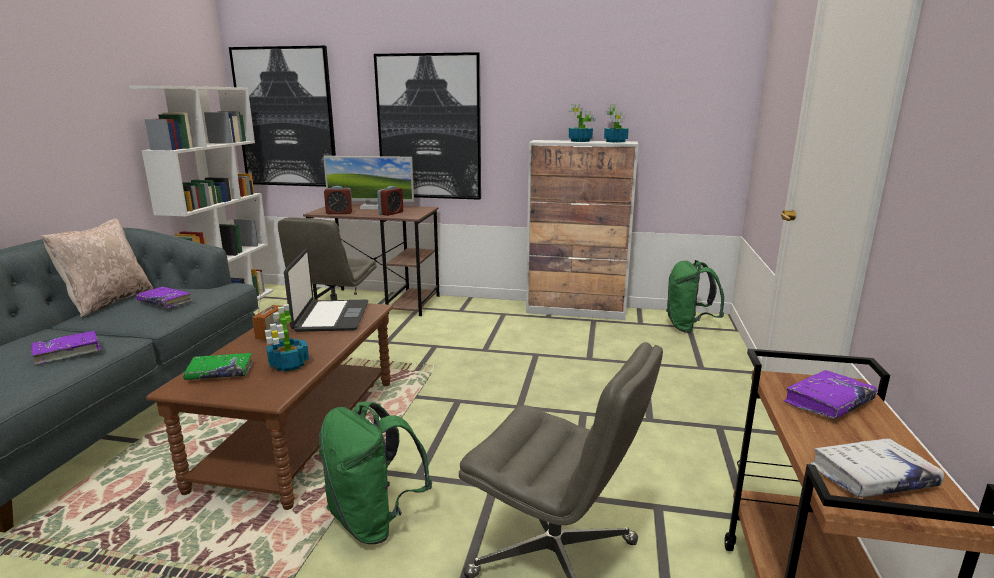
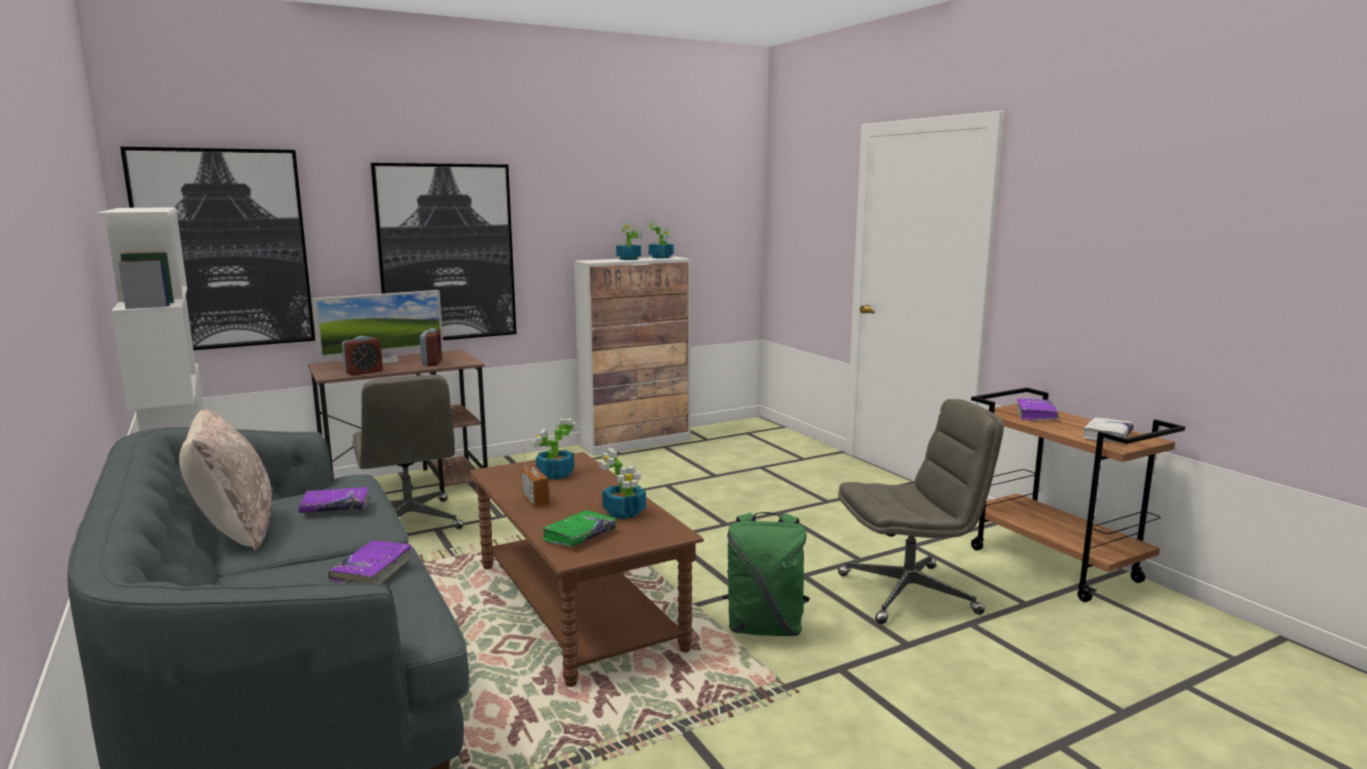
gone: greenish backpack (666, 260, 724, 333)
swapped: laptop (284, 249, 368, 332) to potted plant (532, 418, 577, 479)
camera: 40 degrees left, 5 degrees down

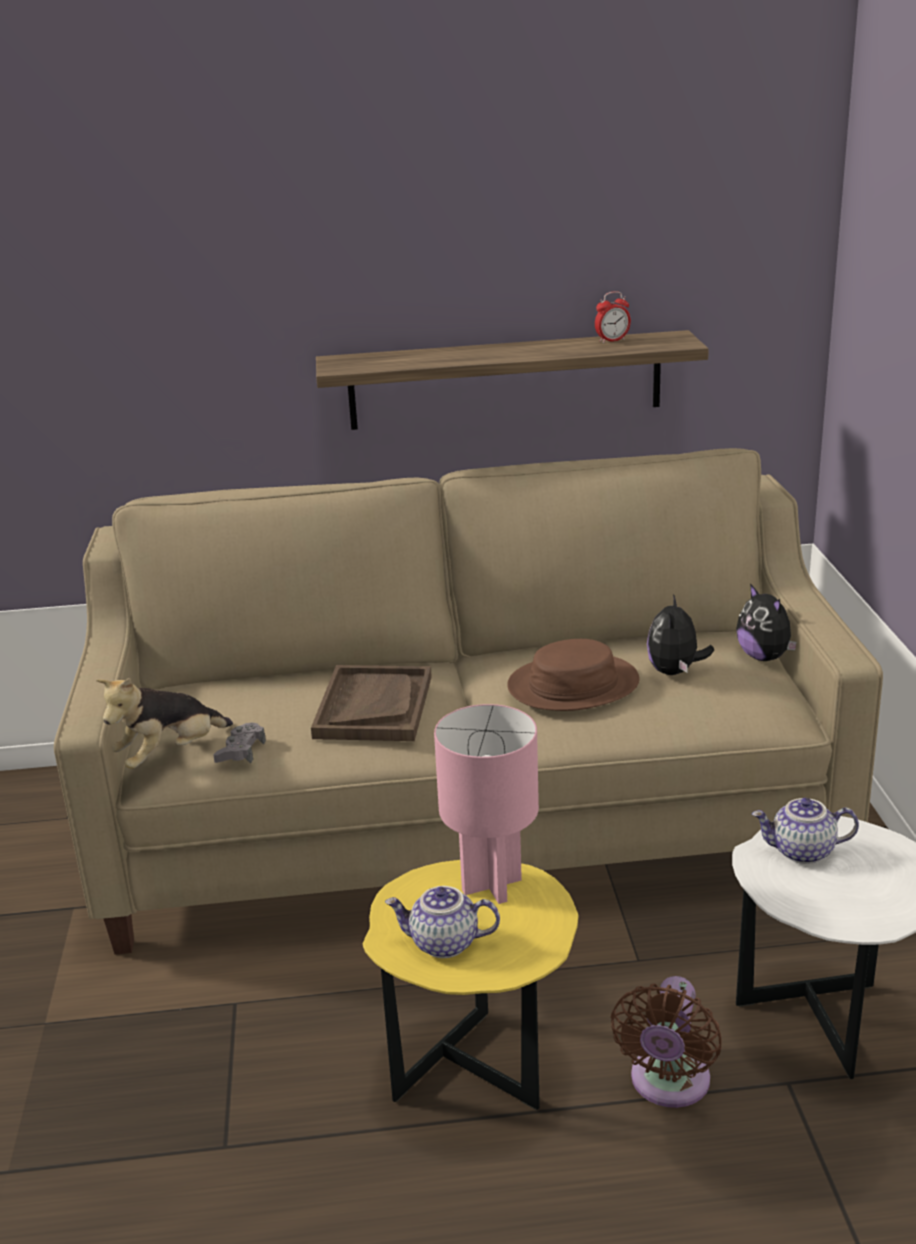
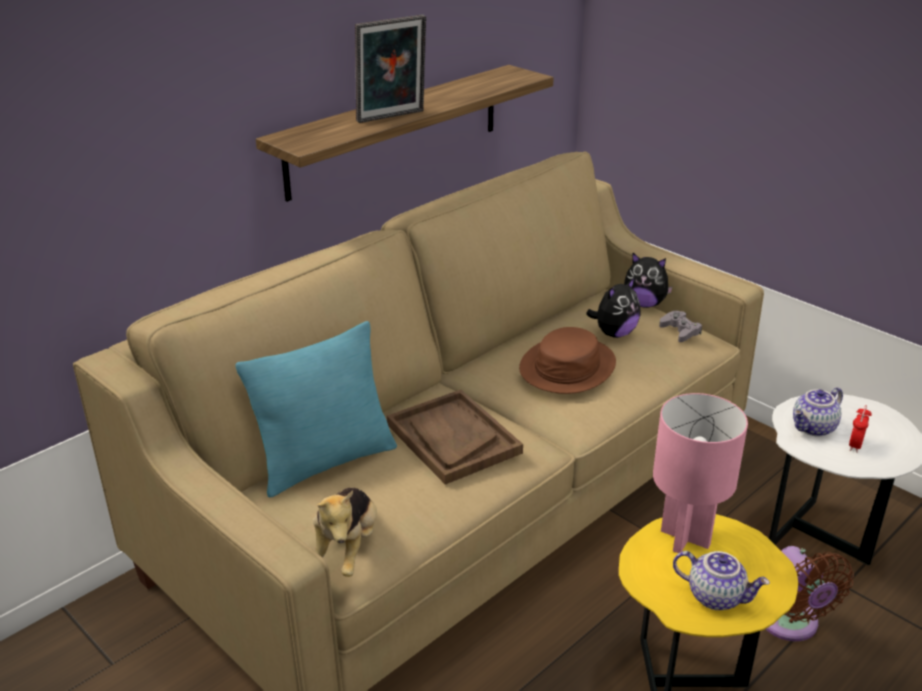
new: standing frame (355, 14, 426, 123); turquoise throw pillow (235, 321, 397, 498)
shifted: table clock (595, 291, 631, 343) to (849, 405, 872, 453); gray gamepad (214, 723, 266, 763) to (659, 311, 702, 342)
rotated: plush toy (647, 594, 714, 675) = (586, 277, 641, 338) 105 degrees counterclockwise; tea pot (385, 886, 500, 958) = (673, 551, 770, 610) 120 degrees counterclockwise
camera: 40 degrees left, 5 degrees up

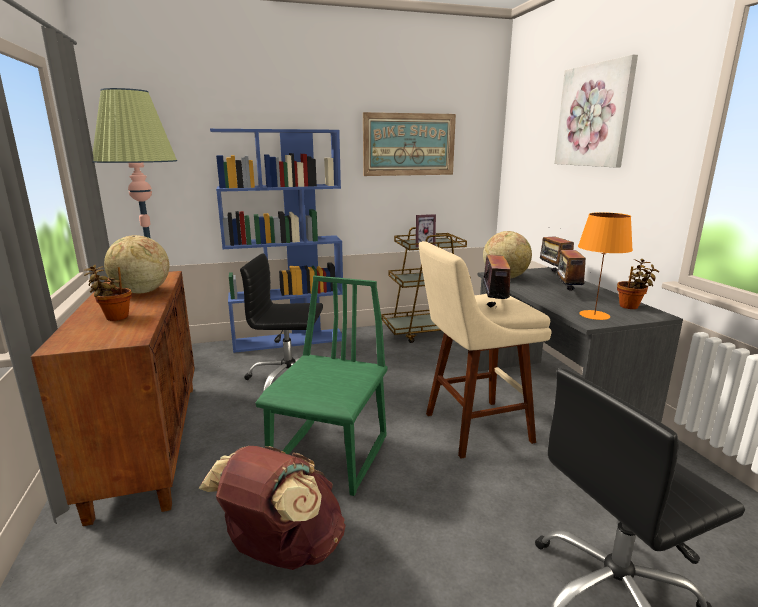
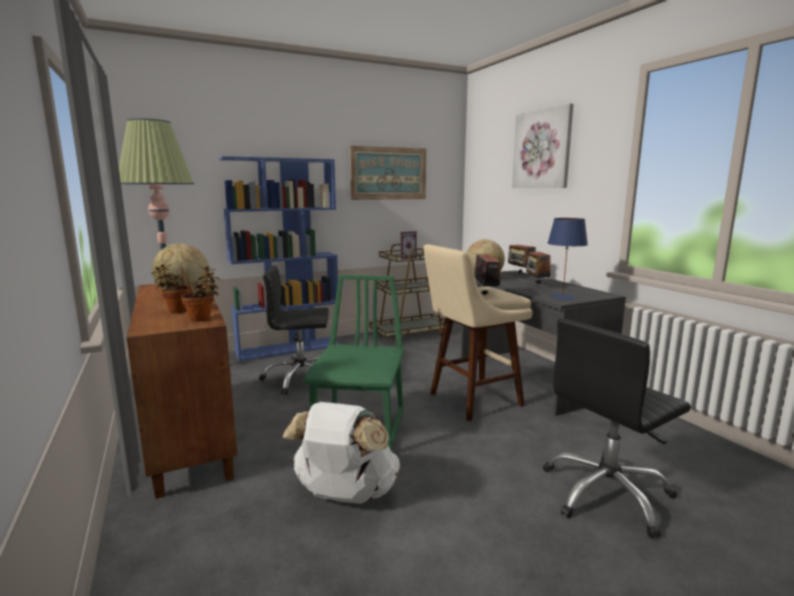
shifted: potted plant (617, 259, 659, 309) to (181, 266, 220, 322)
repainted: orangey lamp for a table (578, 212, 633, 320) to blue-coloured lamp for a table (547, 218, 588, 300); brown backpack (198, 446, 346, 570) to white-coloured backpack (283, 402, 400, 504)
camera: 10 degrees left, 5 degrees down

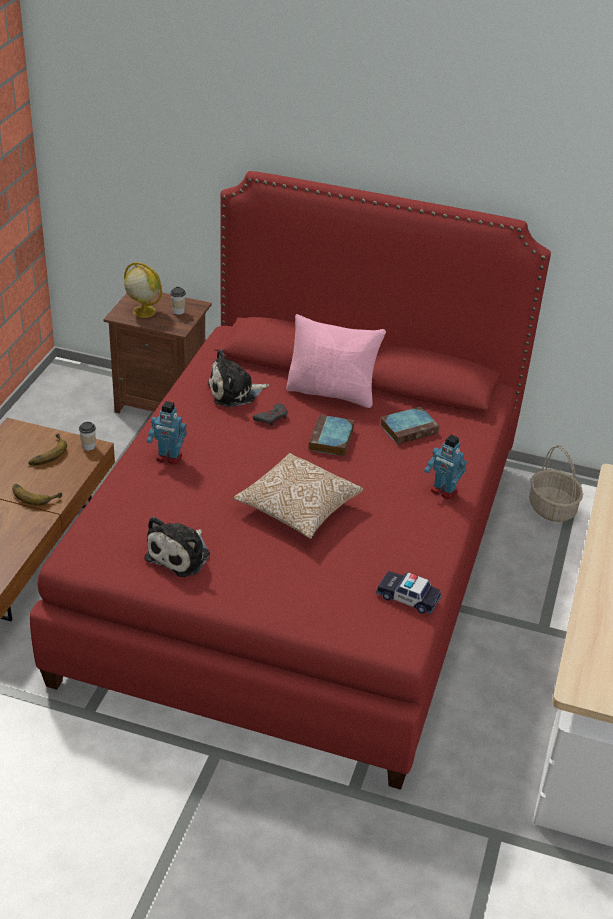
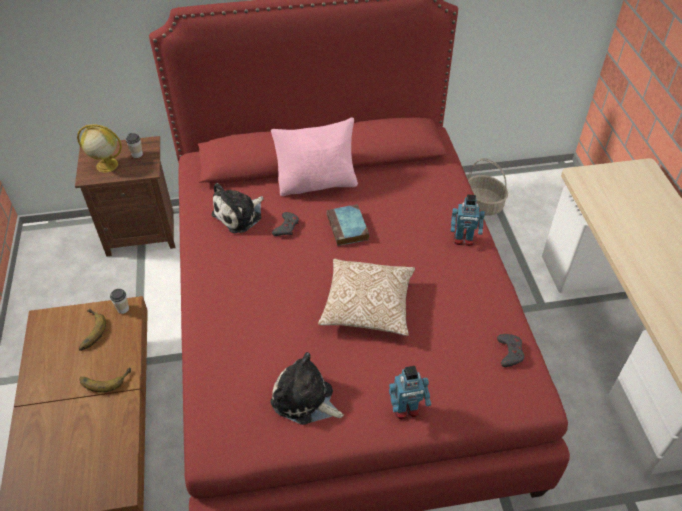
gone: volume (380, 406, 439, 445)
shifted: robot figure (147, 401, 187, 464) to (389, 366, 431, 419)
swapped: miniature car (376, 571, 442, 614) to gray gamepad (497, 334, 525, 367)
rotated: plush toy (145, 517, 210, 577) = (270, 352, 344, 425) 120 degrees clockwise
camera: 25 degrees left, 10 degrees up

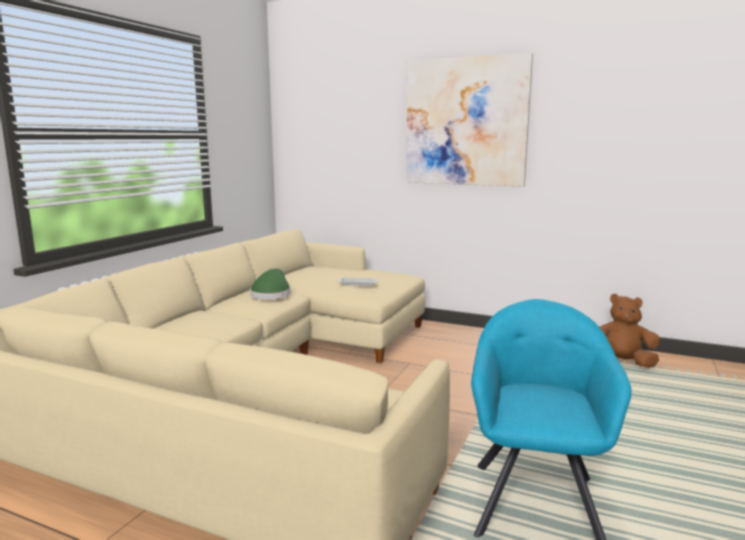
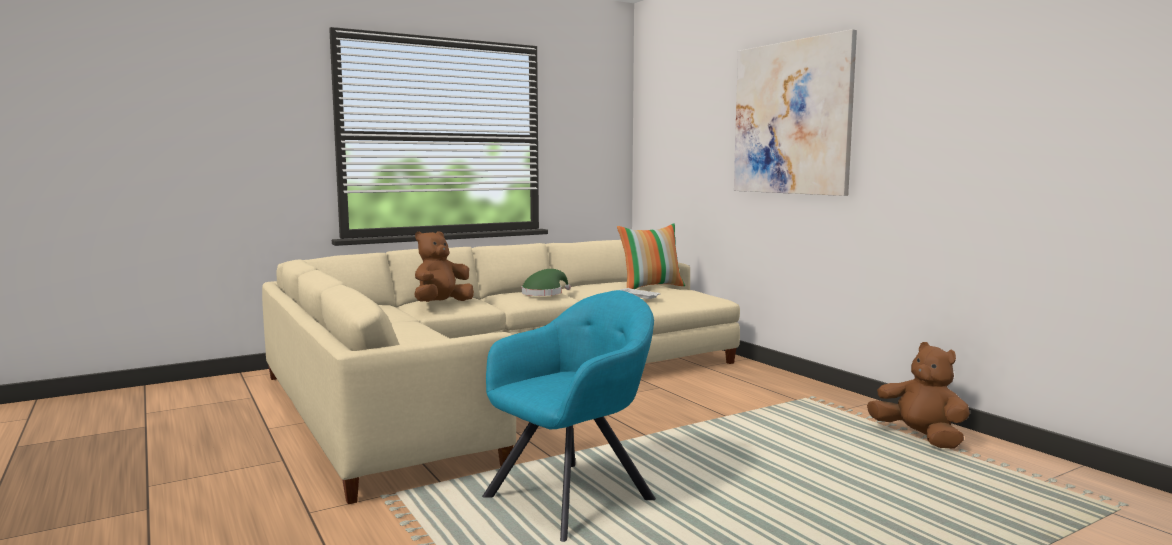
new: throw pillow (617, 223, 685, 289); brown plush toy (414, 231, 474, 302)
camera: 35 degrees right, 5 degrees down

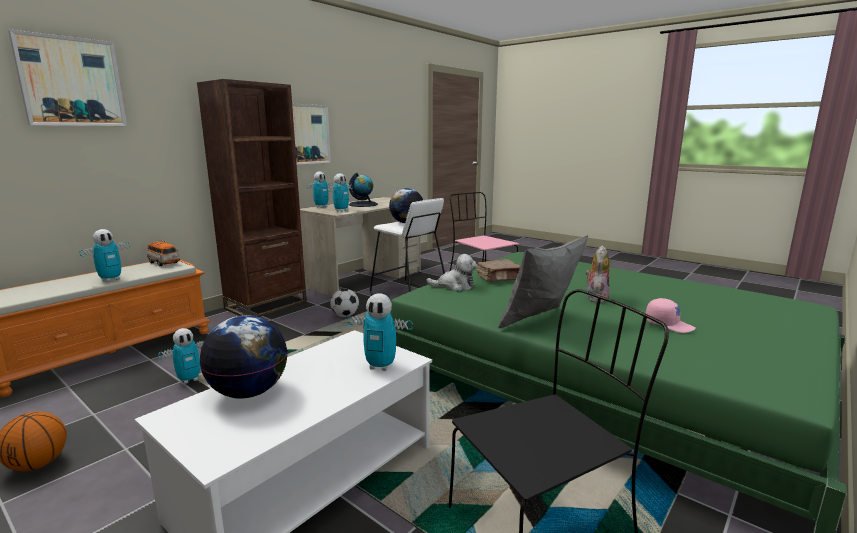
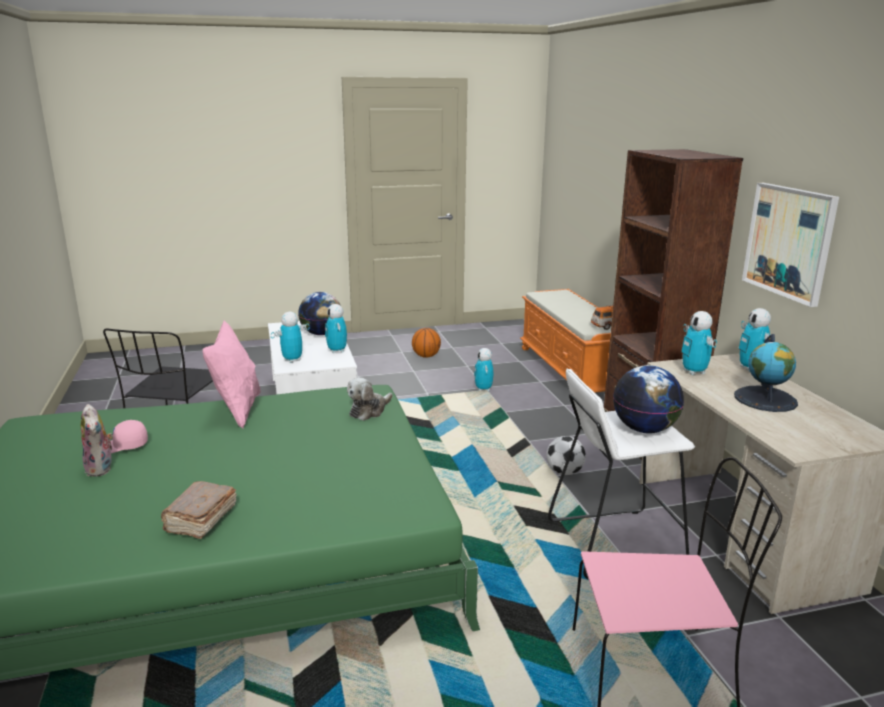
gone: wall picture (8, 29, 127, 126)
shifted: robot figure (79, 229, 130, 282) to (325, 304, 347, 354); plush toy (585, 245, 610, 303) to (81, 404, 113, 477); brown volume (477, 259, 520, 282) to (161, 481, 236, 539)
repainted: gray throw pillow (498, 236, 588, 328) to pink throw pillow (203, 320, 261, 429)
camera: 125 degrees right, 5 degrees up

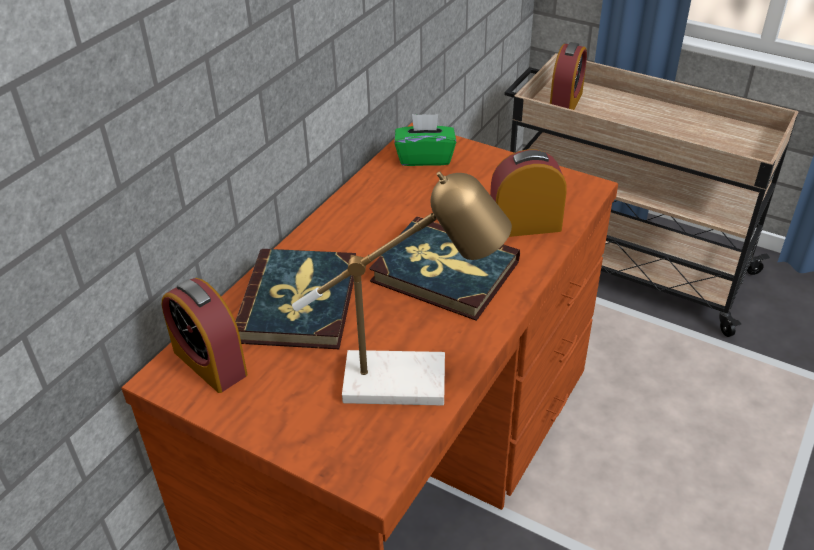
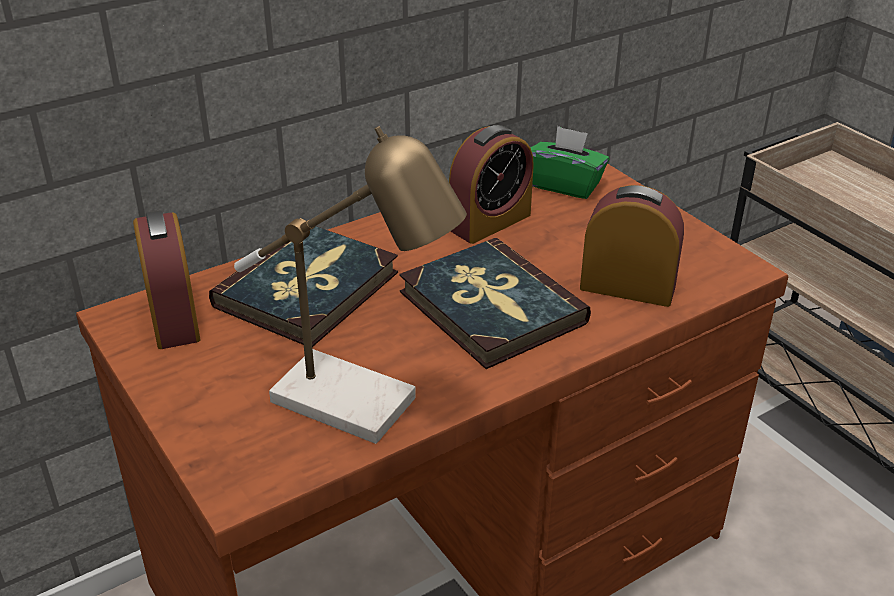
shifted: table clock (550, 42, 587, 110) to (449, 125, 534, 244)
camera: 25 degrees right, 5 degrees down

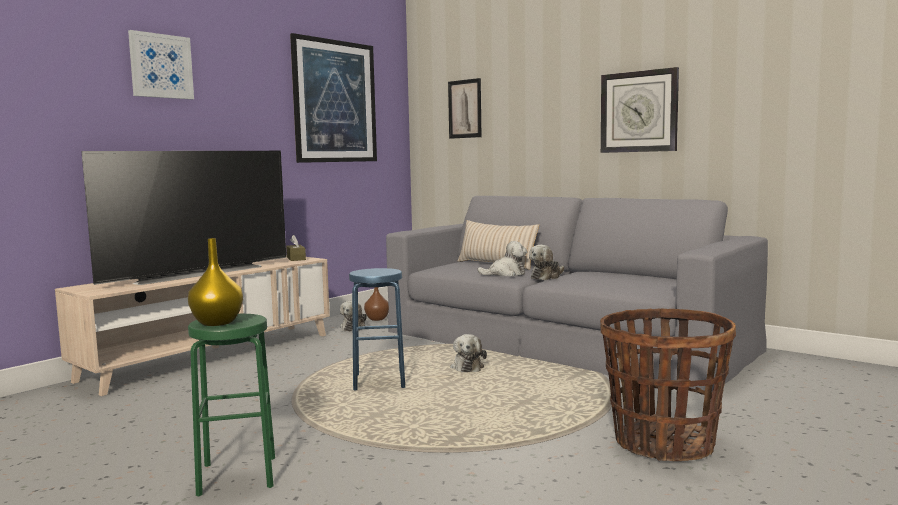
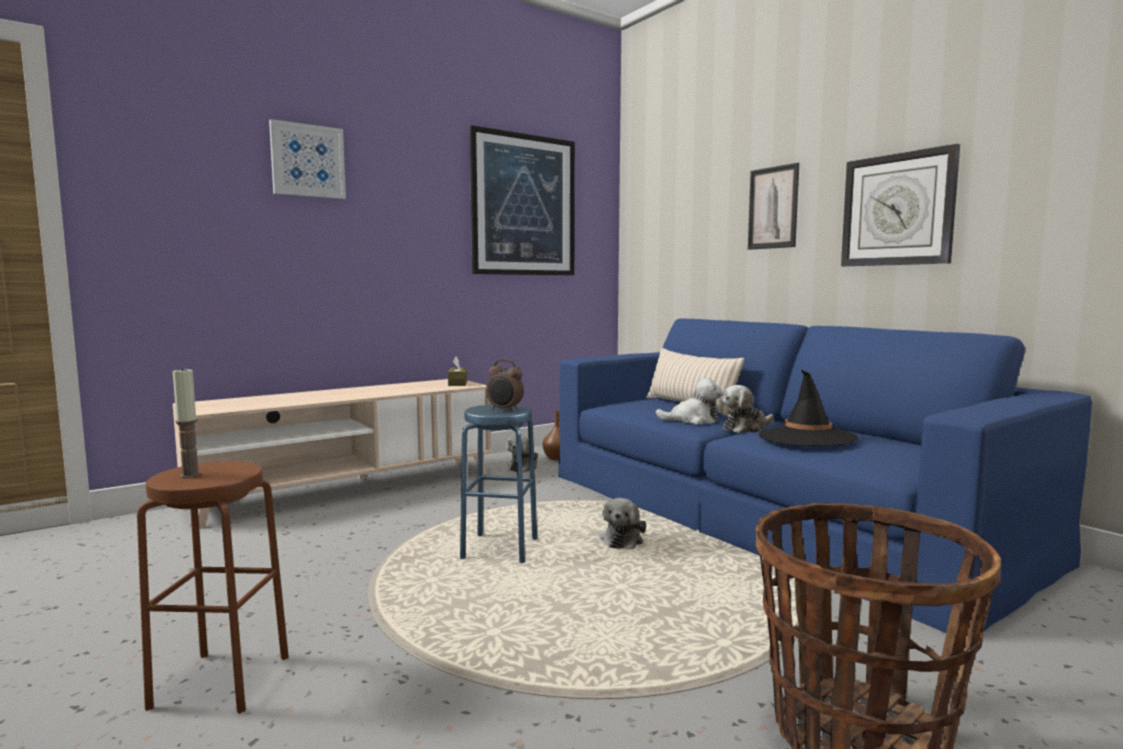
gone: television (81, 151, 286, 285)
new: table clock (486, 359, 524, 412); black-coloured hat (759, 370, 859, 446)
shifted: wall picture (448, 78, 482, 139) to (748, 163, 799, 250)
swapped: yellowish decorative vase (188, 238, 243, 326) to wax candle (173, 367, 201, 478)
repainted: gray settee (386, 196, 768, 393) to blue-coloured settee (558, 319, 1092, 633); greenish stool (188, 314, 275, 497) to brown stool (137, 461, 289, 714)
camera: 15 degrees right, 0 degrees up

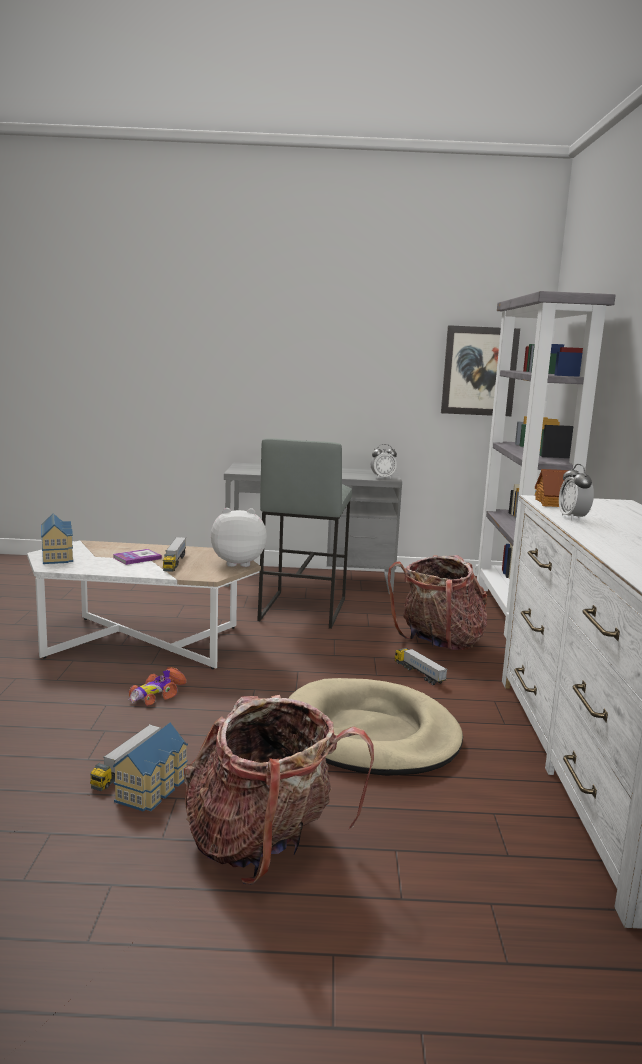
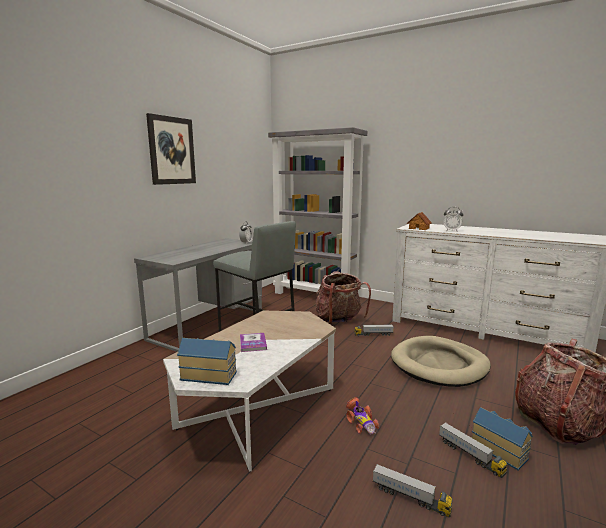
gone: plush toy (211, 508, 267, 567)
shifted: wall picture (441, 325, 520, 416) to (146, 113, 196, 185); toy truck (163, 537, 186, 572) to (373, 464, 453, 517)
camera: 60 degrees left, 0 degrees up

